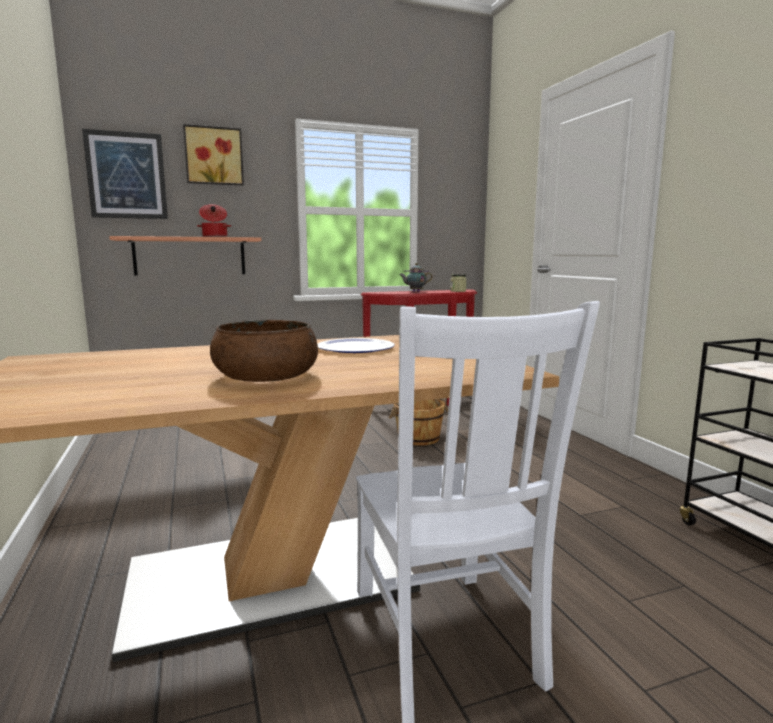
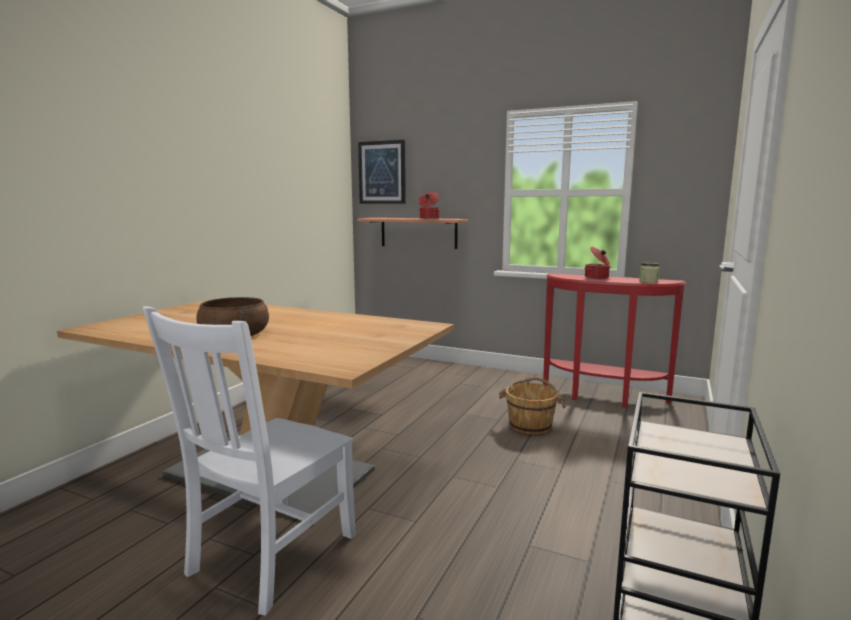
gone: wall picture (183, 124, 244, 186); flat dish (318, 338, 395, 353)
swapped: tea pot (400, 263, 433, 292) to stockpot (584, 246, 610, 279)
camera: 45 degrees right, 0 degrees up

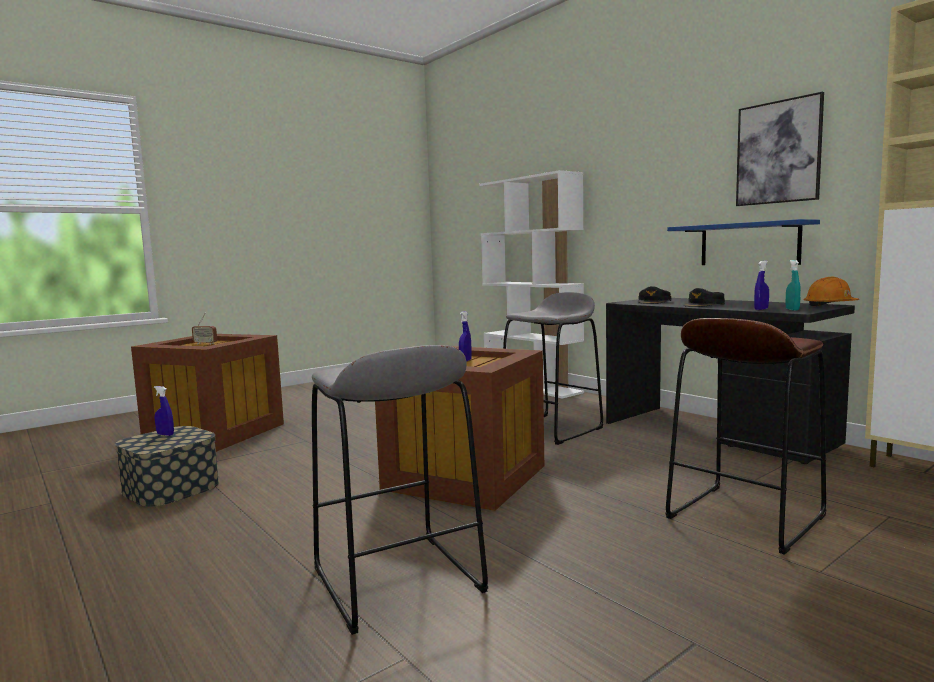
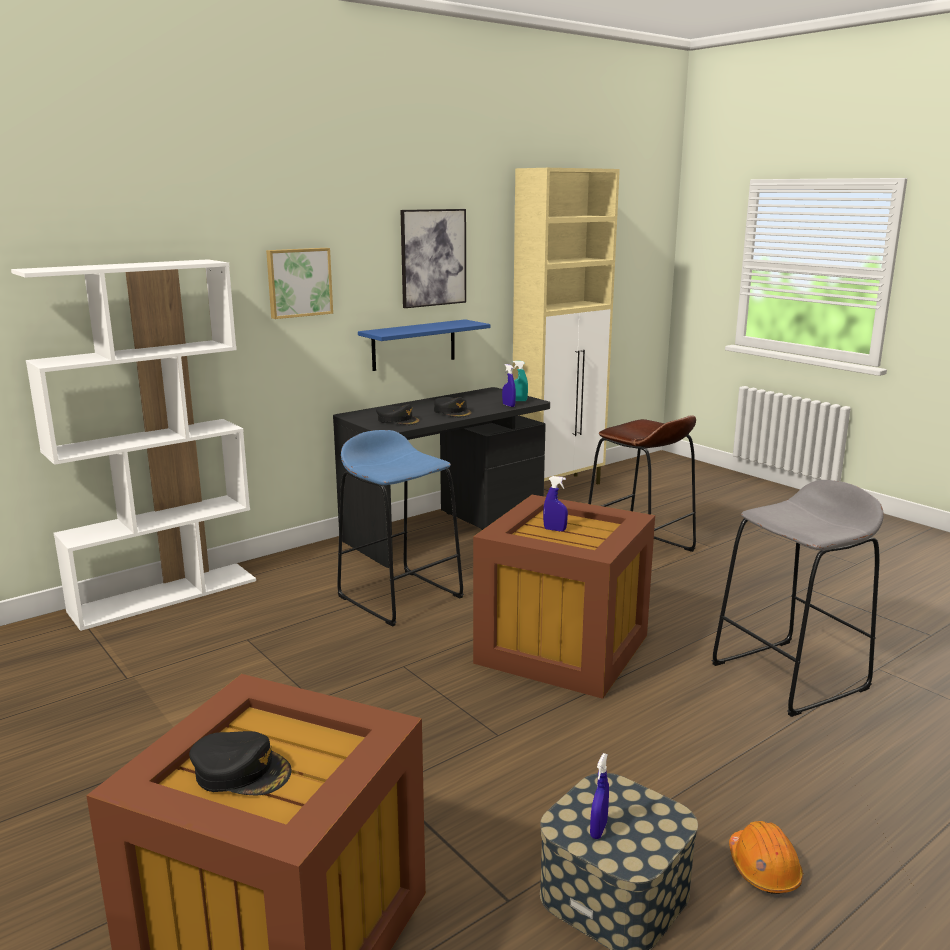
new: wall picture (266, 248, 333, 319)
shifted: orangey hard hat (804, 277, 859, 306) to (729, 821, 803, 894)
swapped: radio (192, 314, 217, 345) to black-coloured baseball cap (189, 731, 292, 795)
repainted: gray stool (503, 292, 603, 445) to blue-coloured stool (337, 430, 464, 626)
camera: 90 degrees left, 10 degrees up

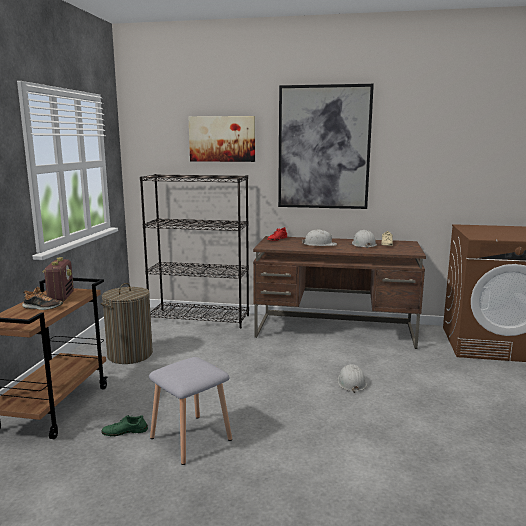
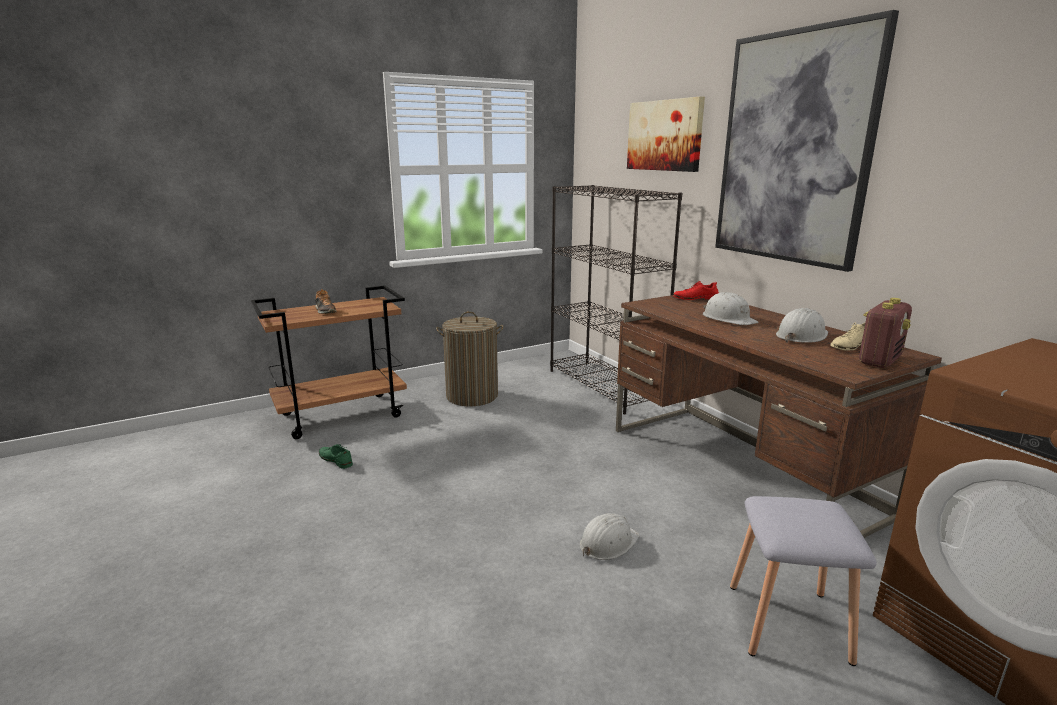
shifted: radio (43, 257, 74, 302) to (859, 298, 912, 368); gray stool (149, 357, 232, 465) to (730, 496, 877, 666)
camera: 50 degrees right, 5 degrees up

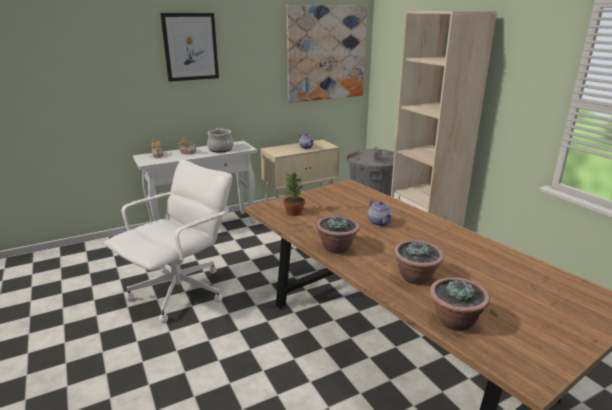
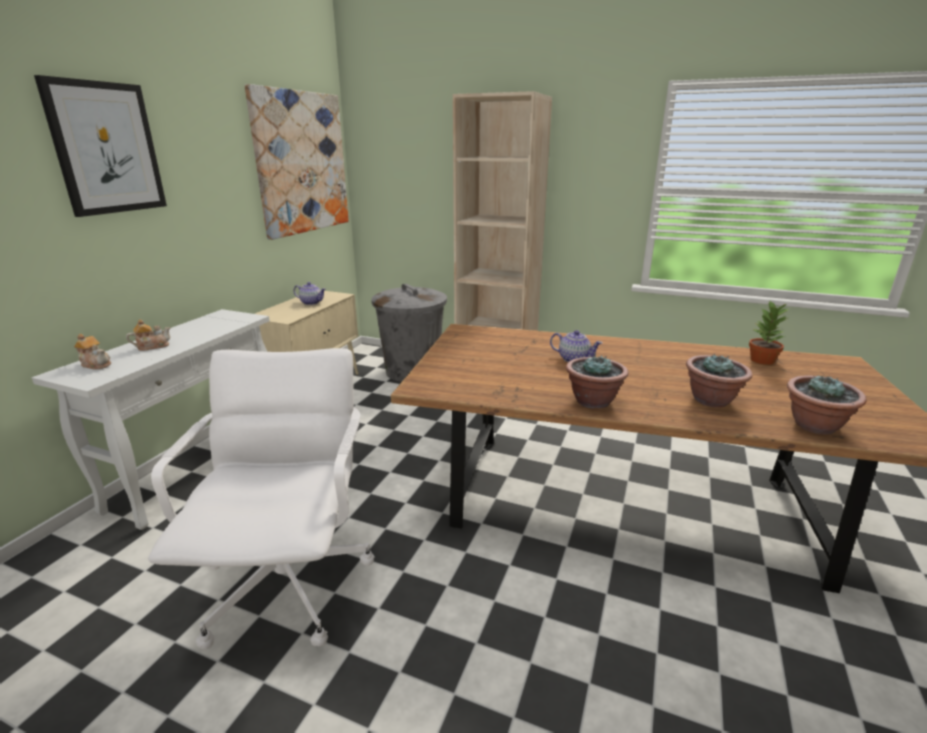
gone: stockpot (207, 128, 234, 153)
shifted: potted plant (283, 171, 305, 216) to (749, 301, 789, 365)
camera: 40 degrees left, 0 degrees up

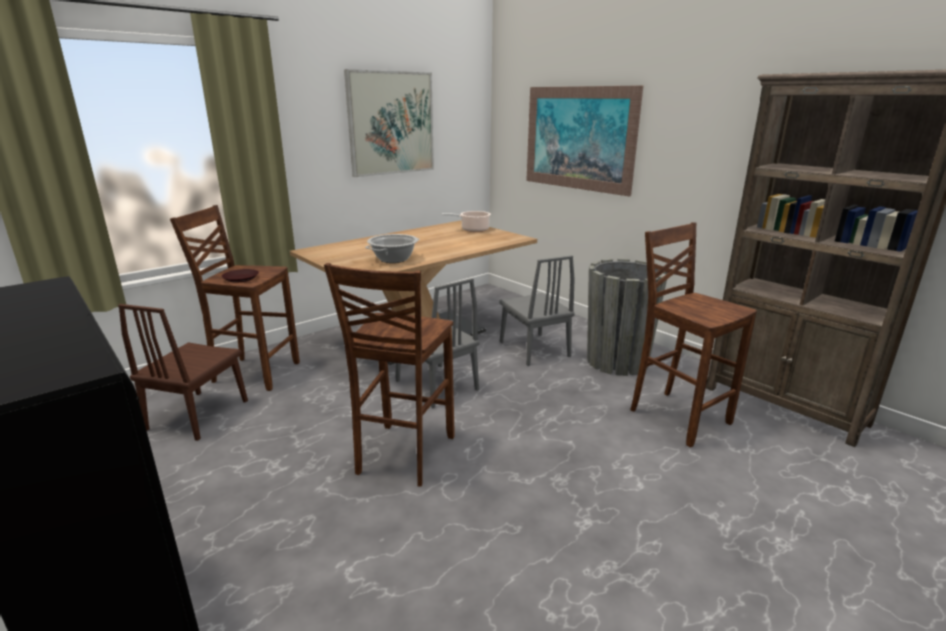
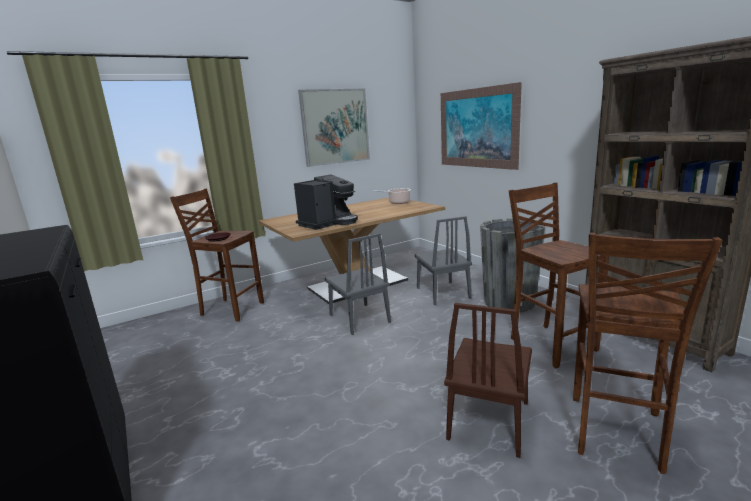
shifted: brown stool (324, 263, 455, 487) to (573, 233, 722, 474); brown upright chair (118, 304, 248, 441) to (444, 303, 532, 458)
swapped: stockpot (365, 234, 419, 263) to coffee brewer (294, 175, 358, 230)
camera: 10 degrees right, 5 degrees down

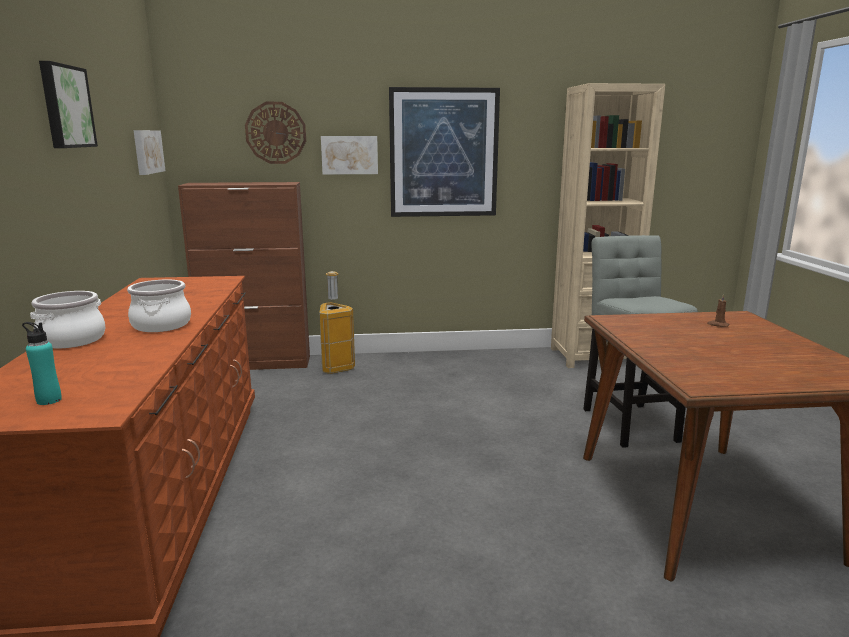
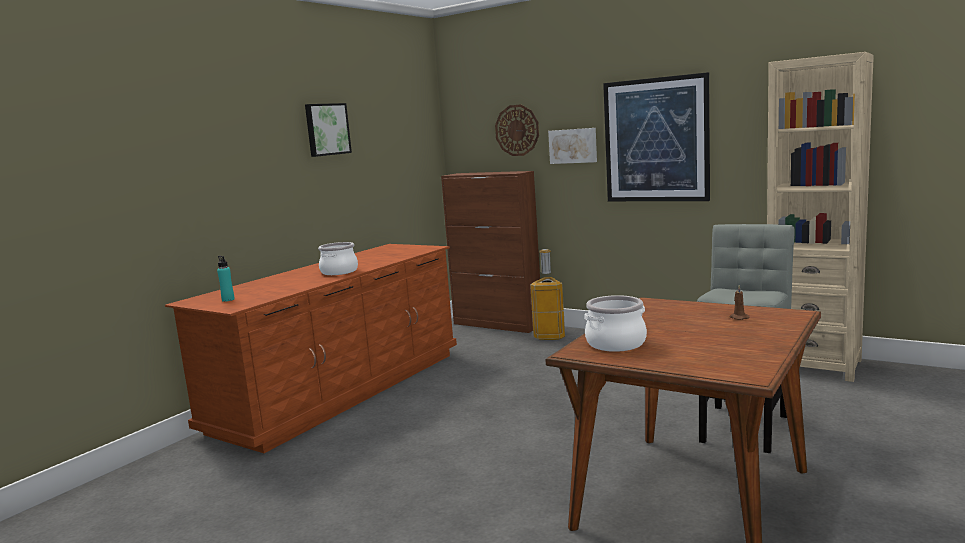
gone: wall picture (134, 130, 165, 175)
shifted: stockpot (30, 291, 106, 348) to (584, 295, 647, 352)
camera: 40 degrees right, 5 degrees down

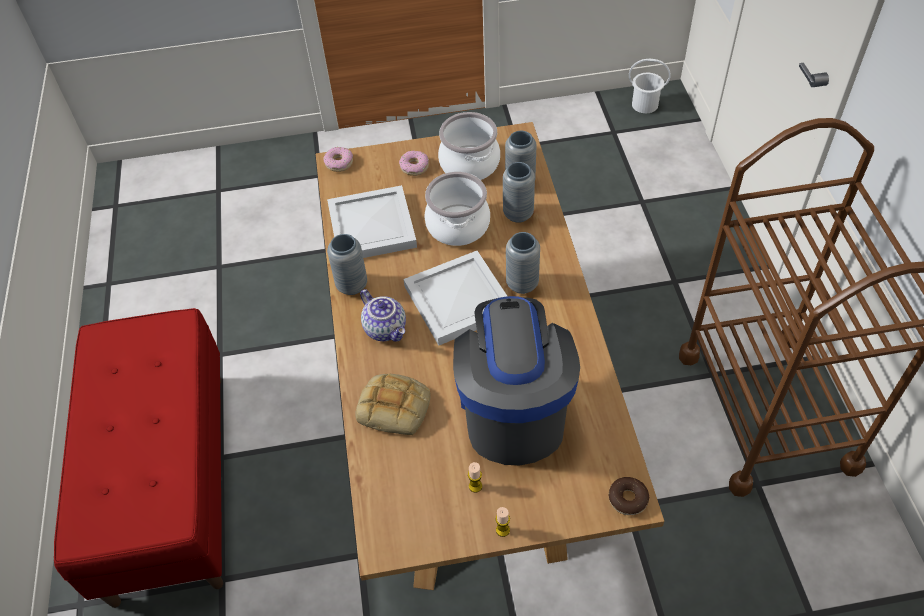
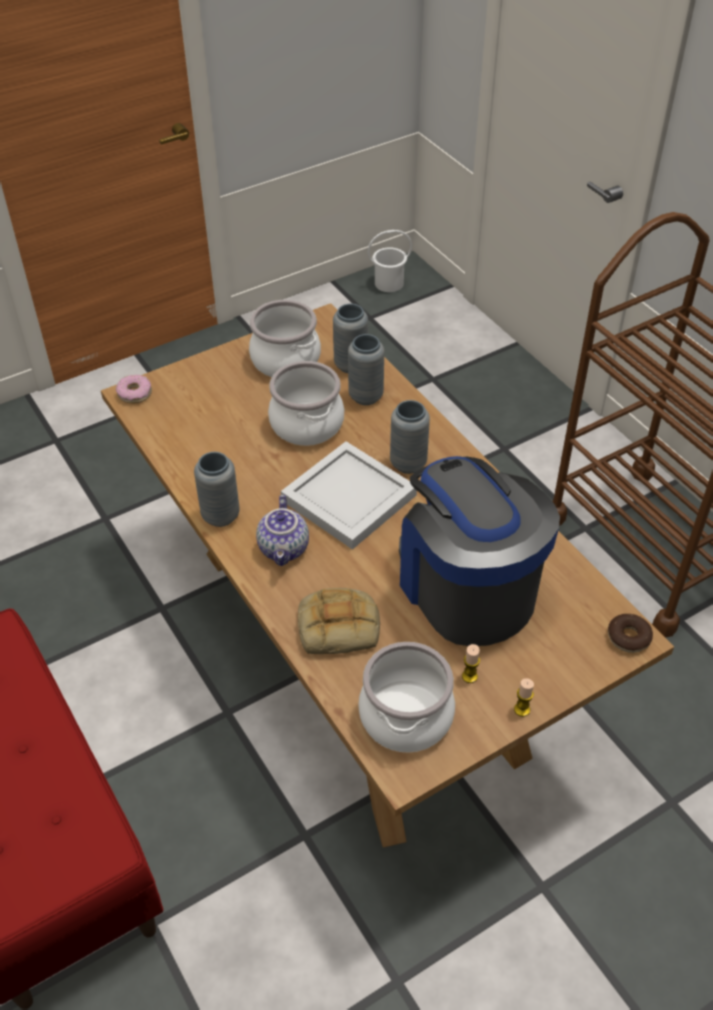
gone: donut (399, 151, 429, 176); white-coloured serving tray (327, 185, 417, 258)
new: stockpot (358, 642, 455, 753)
rotated: tea pot (360, 289, 406, 341) = (256, 495, 309, 566) 60 degrees clockwise
camera: 25 degrees left, 5 degrees down

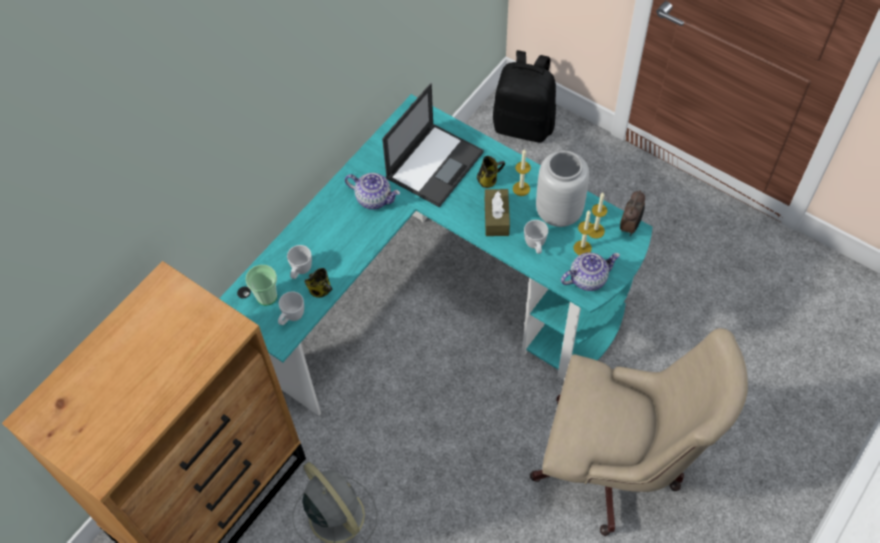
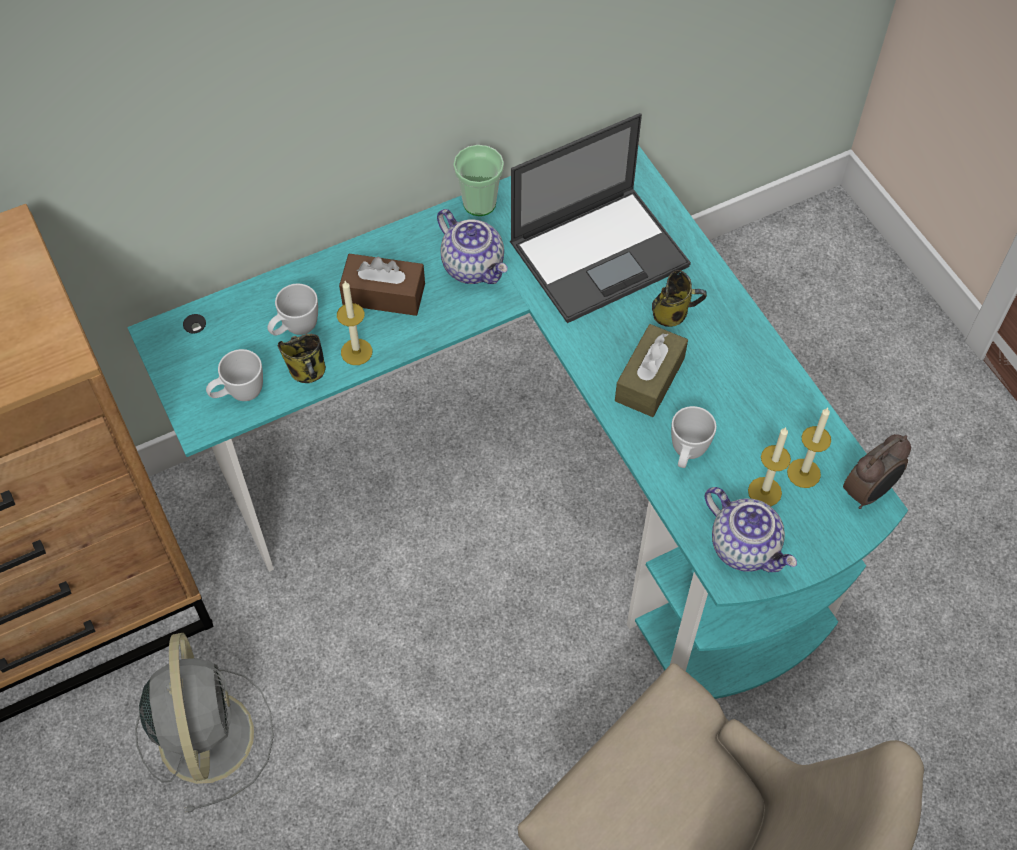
gone: black-coloured backpack (493, 50, 556, 142); gray decorative vase (536, 151, 589, 227)
new: brown tissue holder (339, 254, 425, 316)
shifted: wax candle (513, 149, 531, 196) to (337, 281, 372, 365); cup (245, 265, 277, 305) to (453, 145, 504, 216)
rotated: tea pot (561, 252, 620, 291) = (705, 487, 797, 572) 45 degrees clockwise
camera: 25 degrees right, 0 degrees up

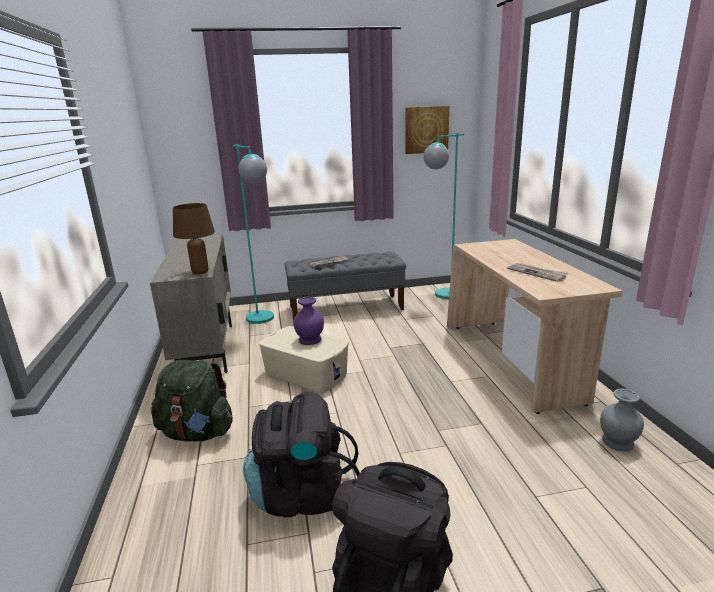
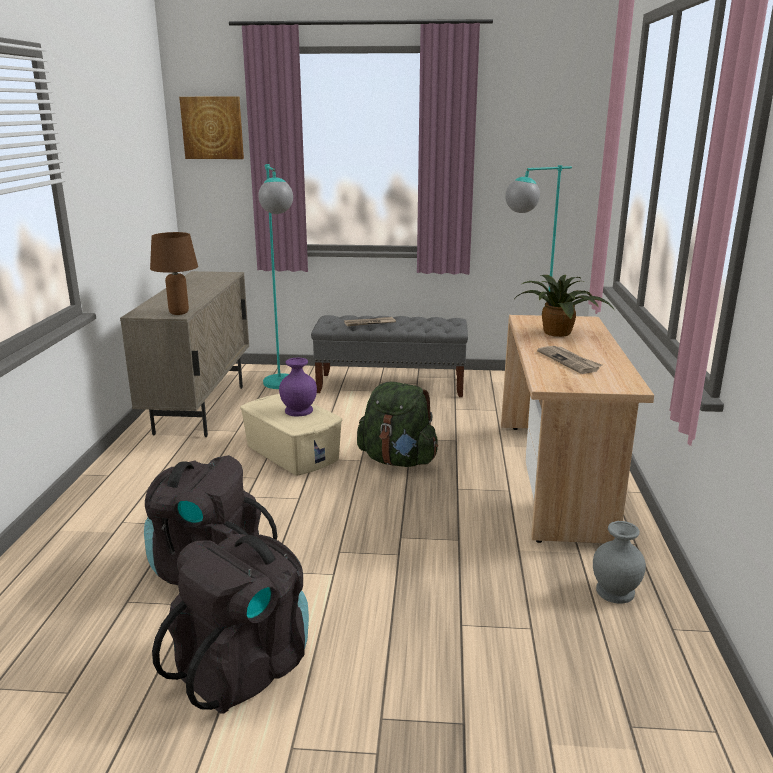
new: potted plant (515, 275, 615, 337)
shifted: wall picture (405, 106, 449, 154) to (179, 97, 244, 159); greenish backpack (151, 360, 233, 442) to (357, 382, 438, 467)
camera: 15 degrees right, 0 degrees up

